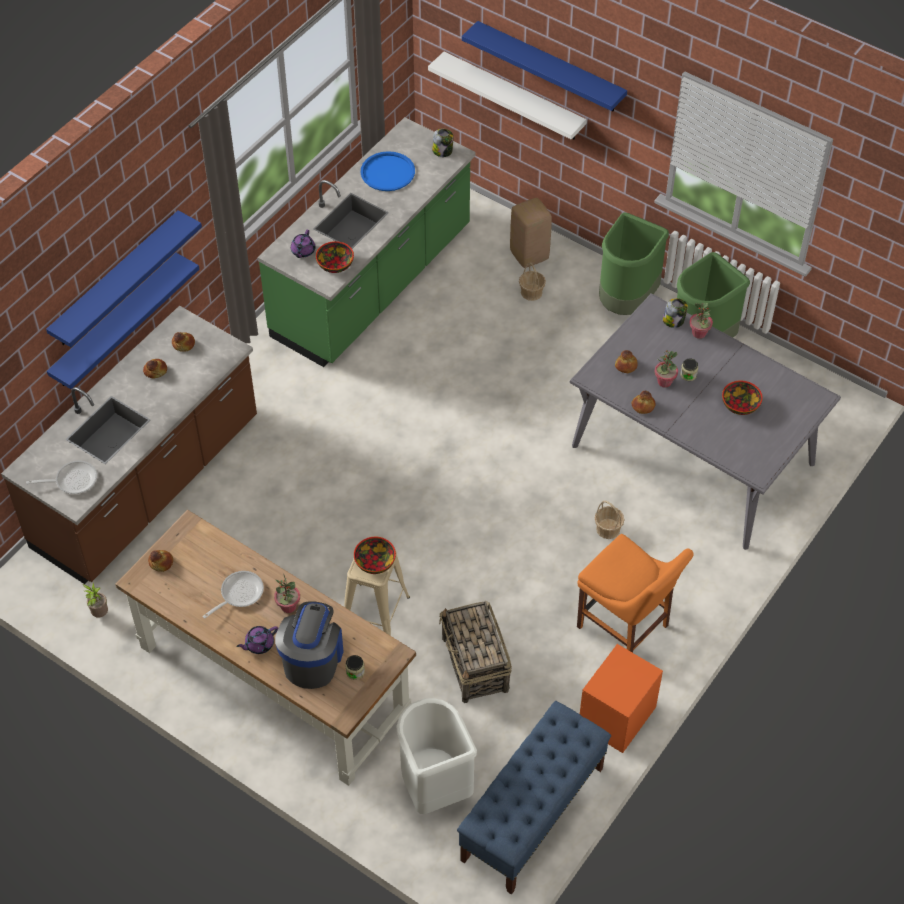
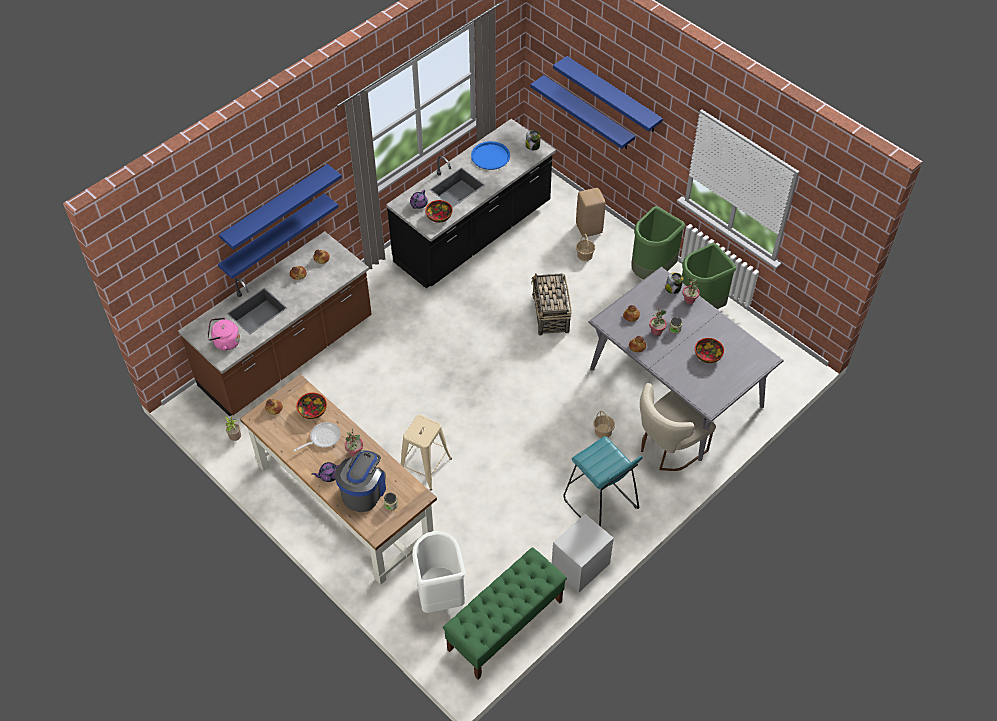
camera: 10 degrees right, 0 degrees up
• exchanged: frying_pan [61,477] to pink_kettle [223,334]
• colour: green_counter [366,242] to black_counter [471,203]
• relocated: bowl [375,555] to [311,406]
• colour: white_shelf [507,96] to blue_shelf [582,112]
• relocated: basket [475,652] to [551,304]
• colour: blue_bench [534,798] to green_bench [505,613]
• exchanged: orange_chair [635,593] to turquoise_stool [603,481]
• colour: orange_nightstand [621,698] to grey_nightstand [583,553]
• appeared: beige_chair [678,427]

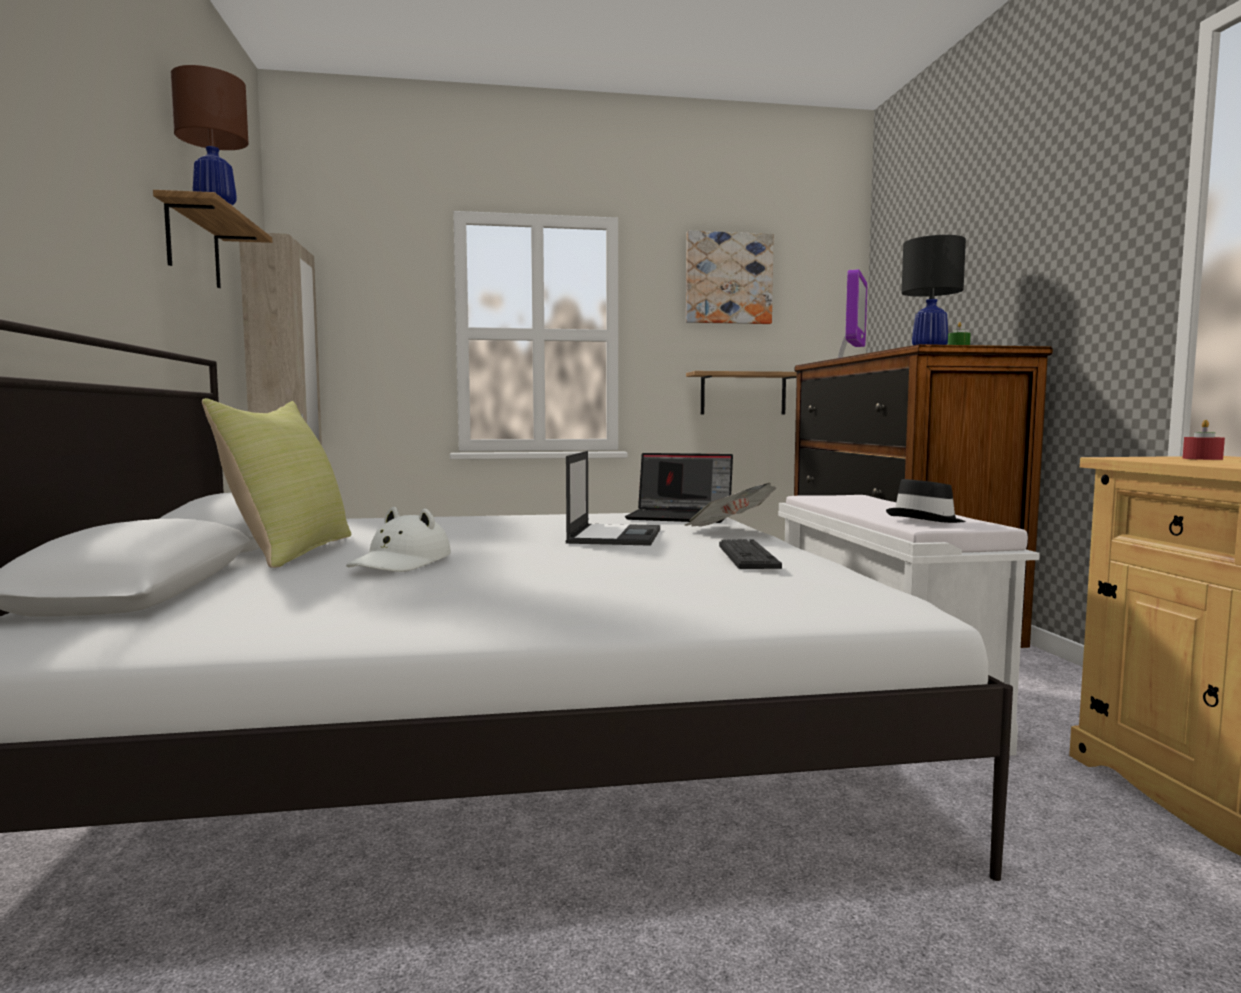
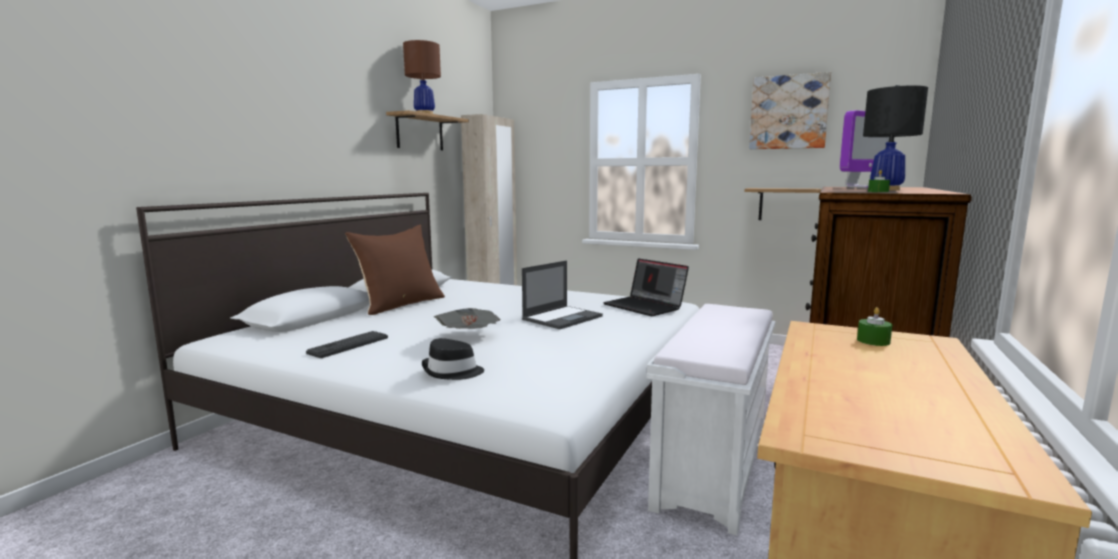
camera: 35 degrees right, 5 degrees up
• colour: yellow_pillow [276,483] to brown_pillow [395,270]
• missing: white_hat [398,539]
• relocated: newspaper [730,505] to [467,318]
• relocated: keyboard [750,554] to [347,344]
• relocated: black_hat [926,501] to [453,359]
• colour: red_candle [1204,440] to green_candle [874,326]

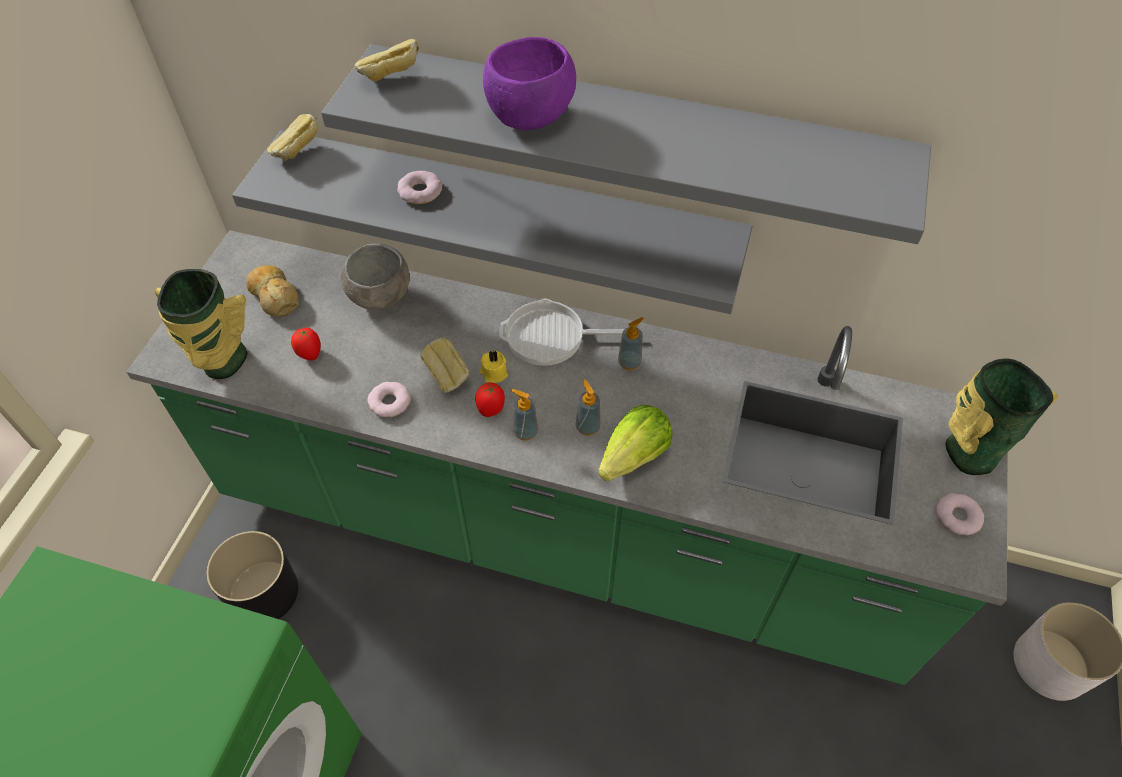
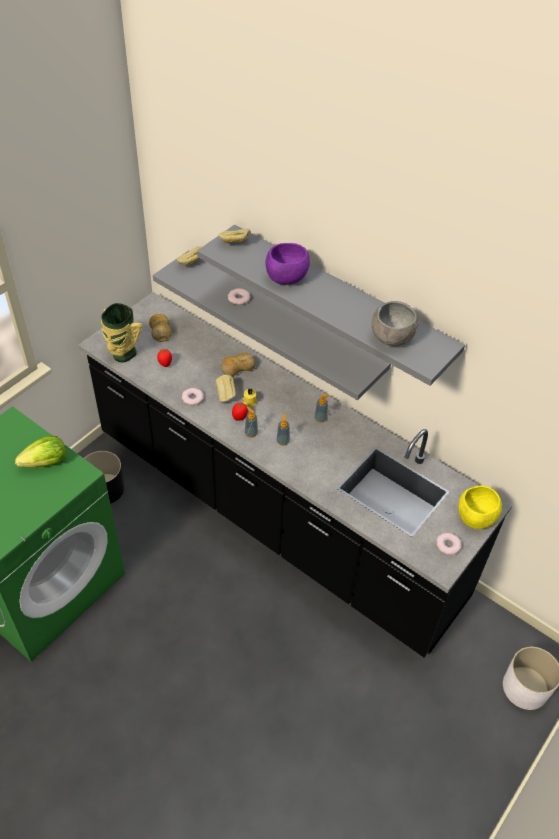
camera: 20 degrees right, 5 degrees down
• colour: green_counter [566,457] to black_counter [295,474]
• relocated: grey_bowl [375,276] to [394,323]
• missing: frying_pan [562,332]
• relocated: lettuce [635,443] to [40,451]
• exchanged: vase [1002,417] to yellow_bowl [480,507]
• appeared: bread [238,364]

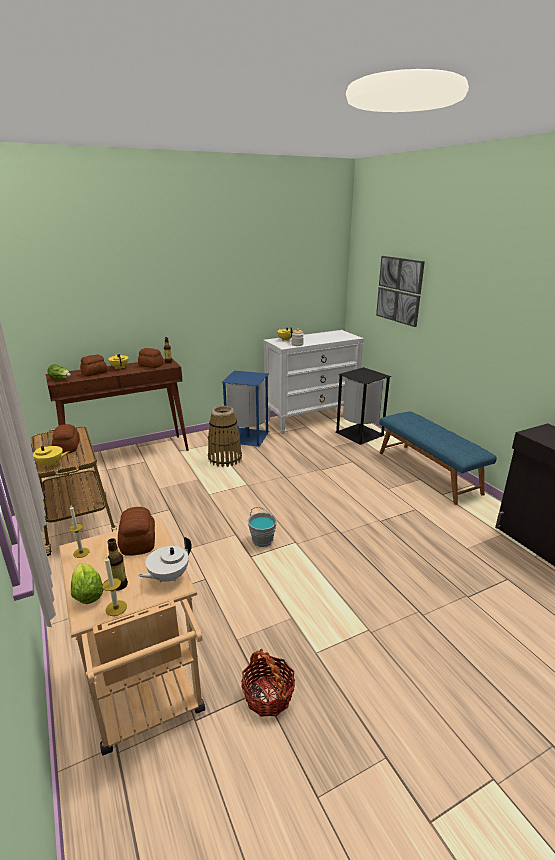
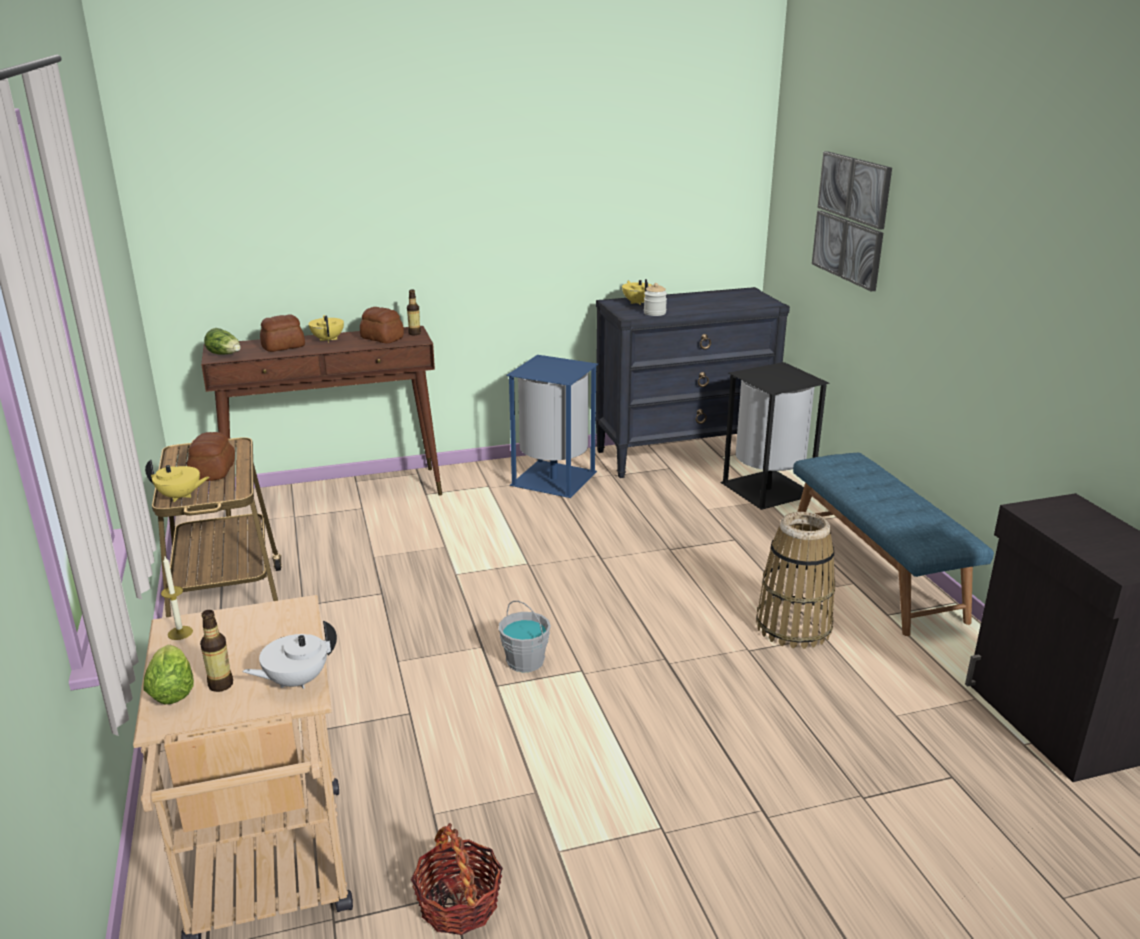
camera: 10 degrees right, 0 degrees up
• missing: candle [114,586]
• missing: bread [136,531]
• relocated: basket [225,436] to [795,580]
• colour: white_dresser [313,382] to black_dresser [693,382]

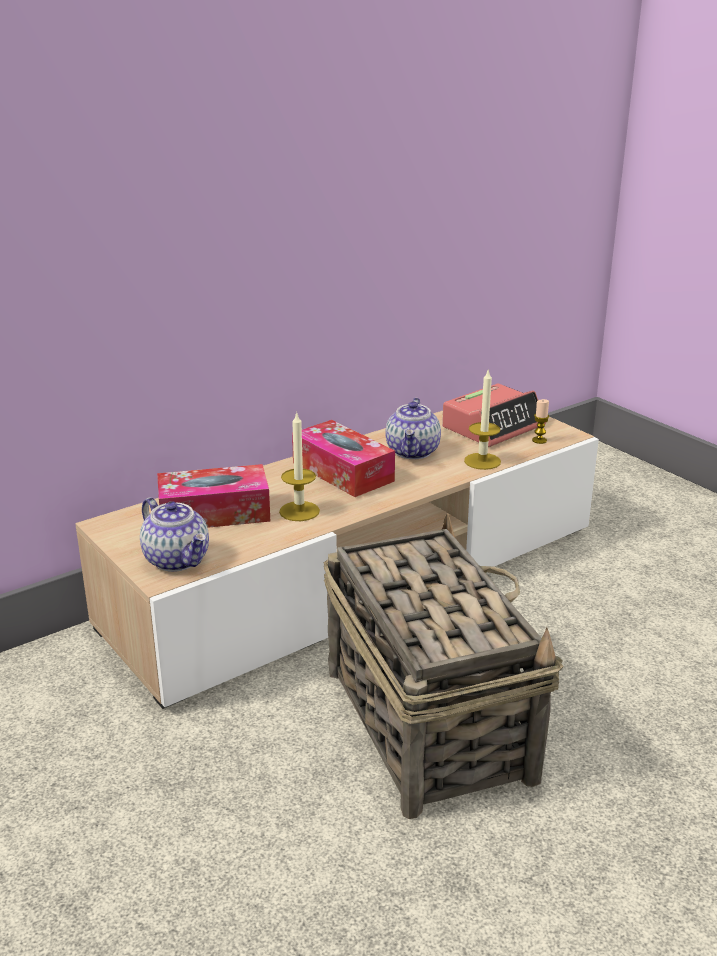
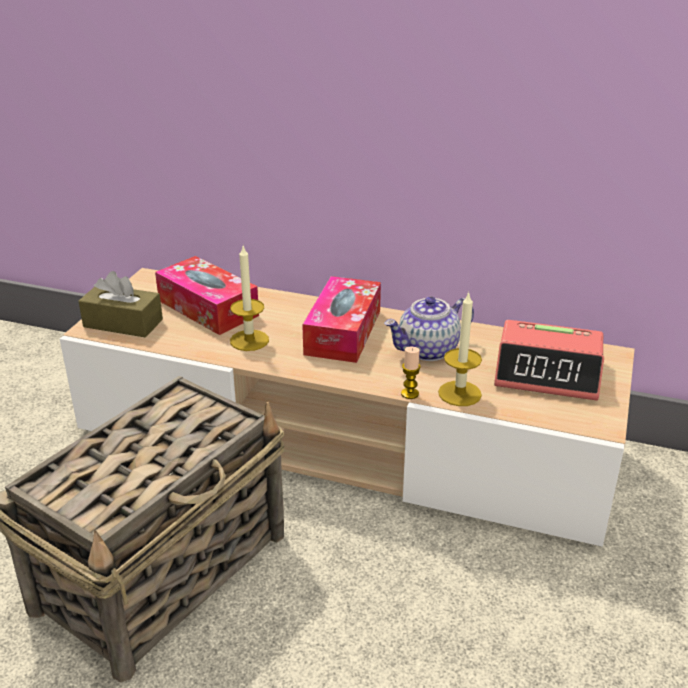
camera: 55 degrees right, 5 degrees up
• exchanged: teapot [174,534] to brown_tissue_box [120,304]
• relocated: candle [540,421] to [411,373]

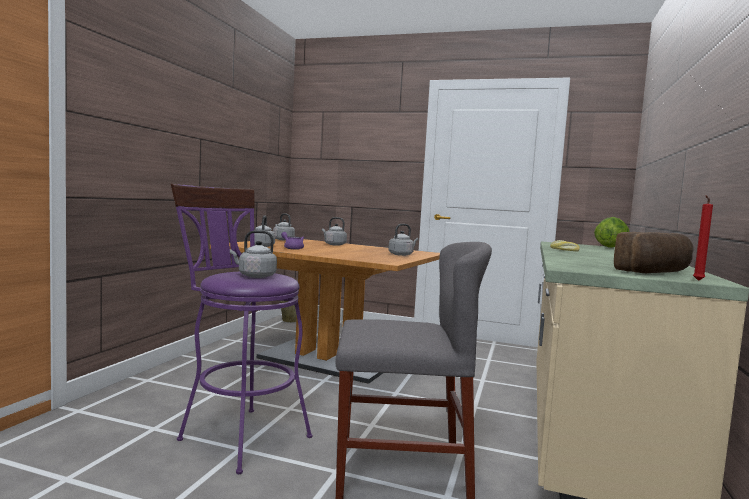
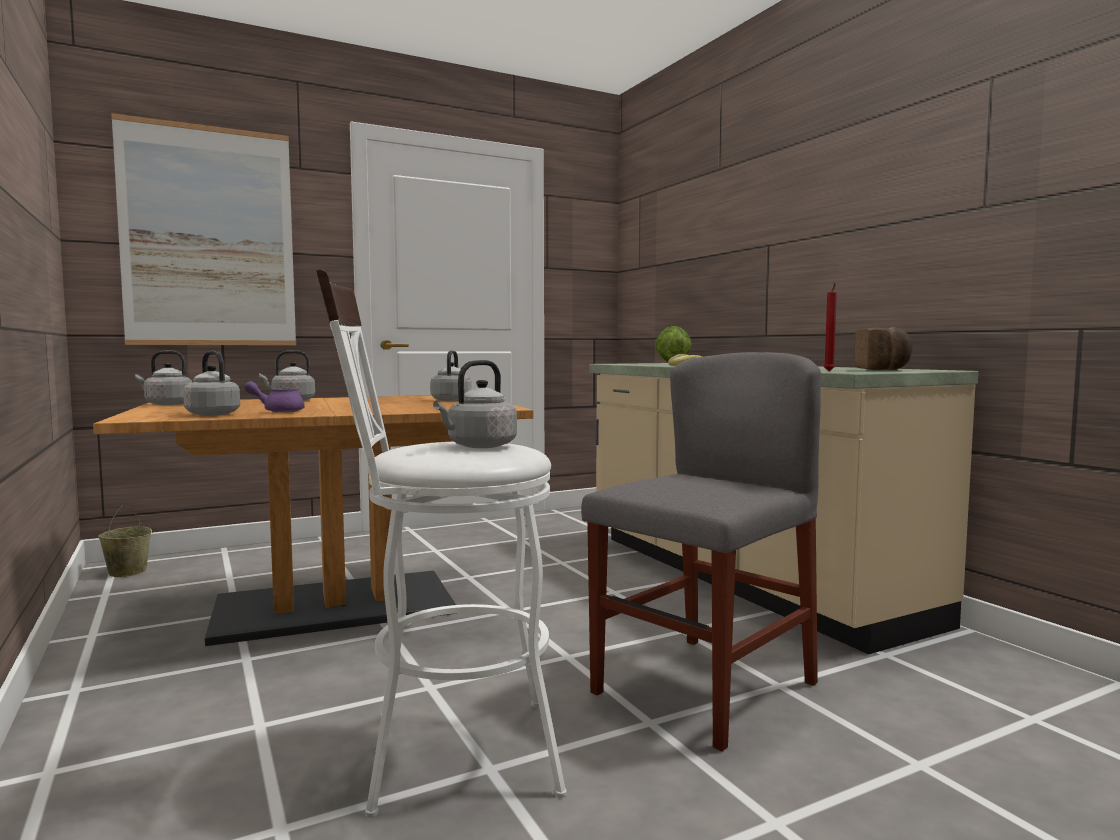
camera: 45 degrees left, 0 degrees up
• colour: purple_stool [241,329] to white_stool [441,543]
• relocated: red_candle [703,238] to [830,327]
• appeared: picture [203,229]

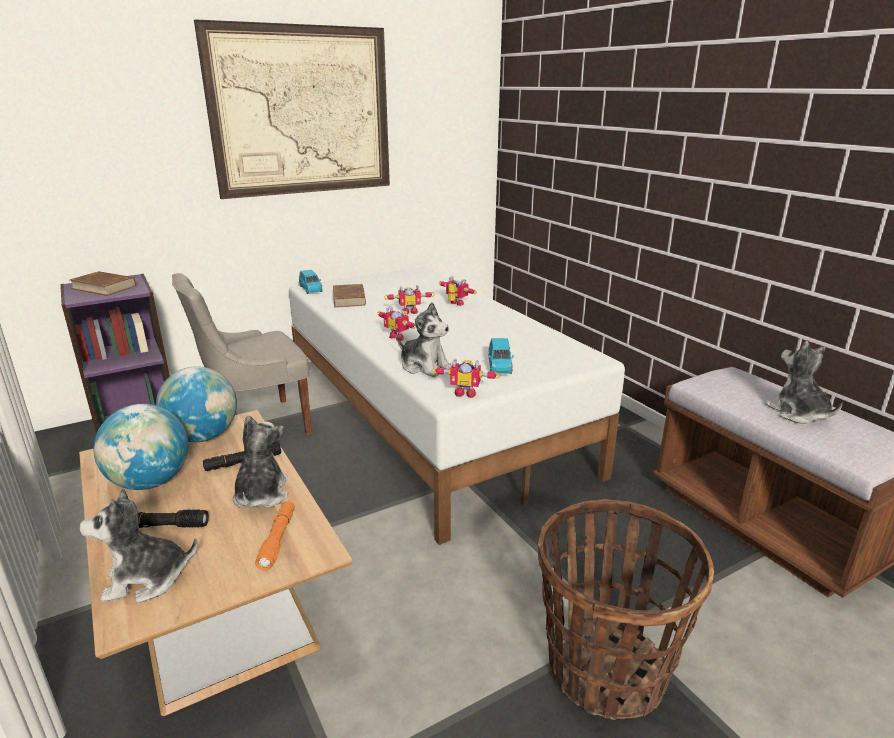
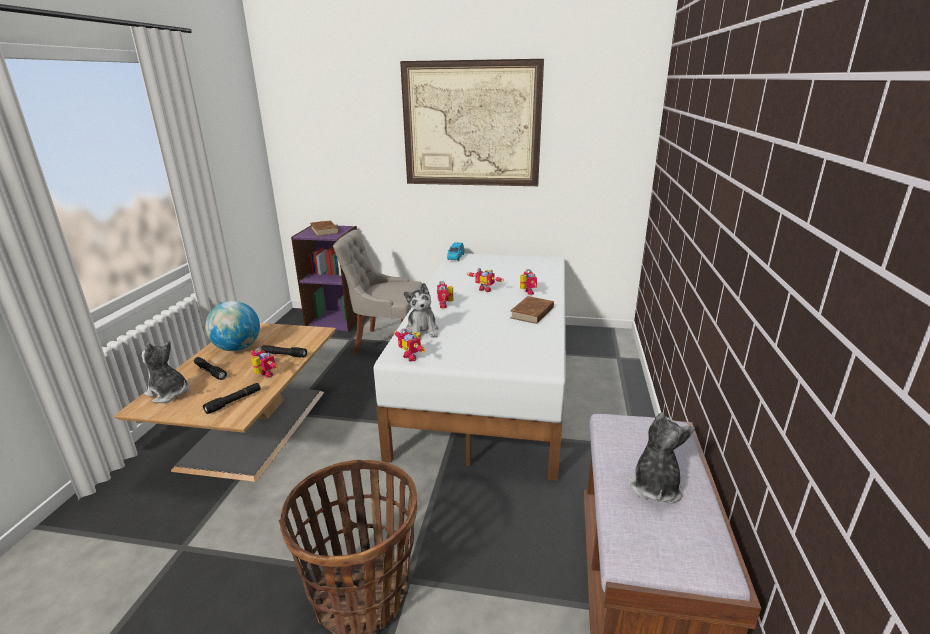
camera: 40 degrees right, 0 degrees up
• missing: globe [196,404]
• exchanged: plush_toy [261,461] to toy_robot [264,363]
• colour: orange_flashlight [275,536] to black_flashlight [232,398]
• relocated: brown_book [349,295] to [532,310]
• missing: blue_toy_car [501,356]

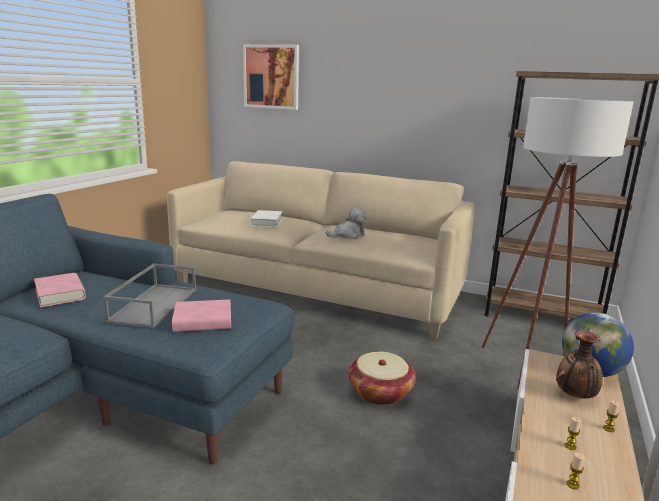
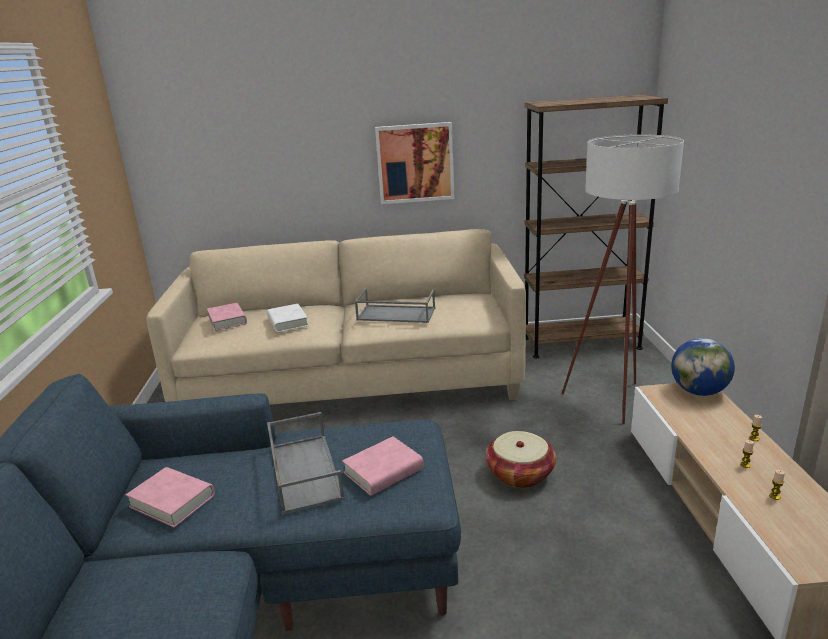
camera: 25 degrees left, 5 degrees up
• relocated: picture [271,77] to [414,163]
• exchanged: plush_toy [346,223] to grey_tray [394,305]
• missing: vase [579,365]
• appeared: pink_book [227,317]

